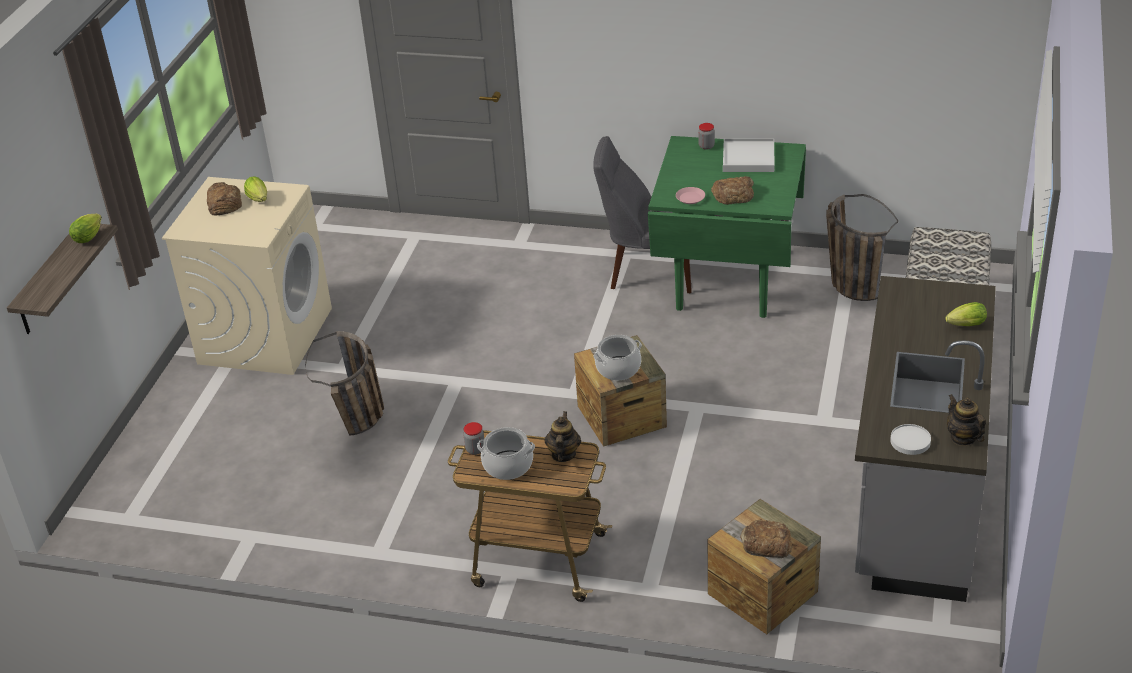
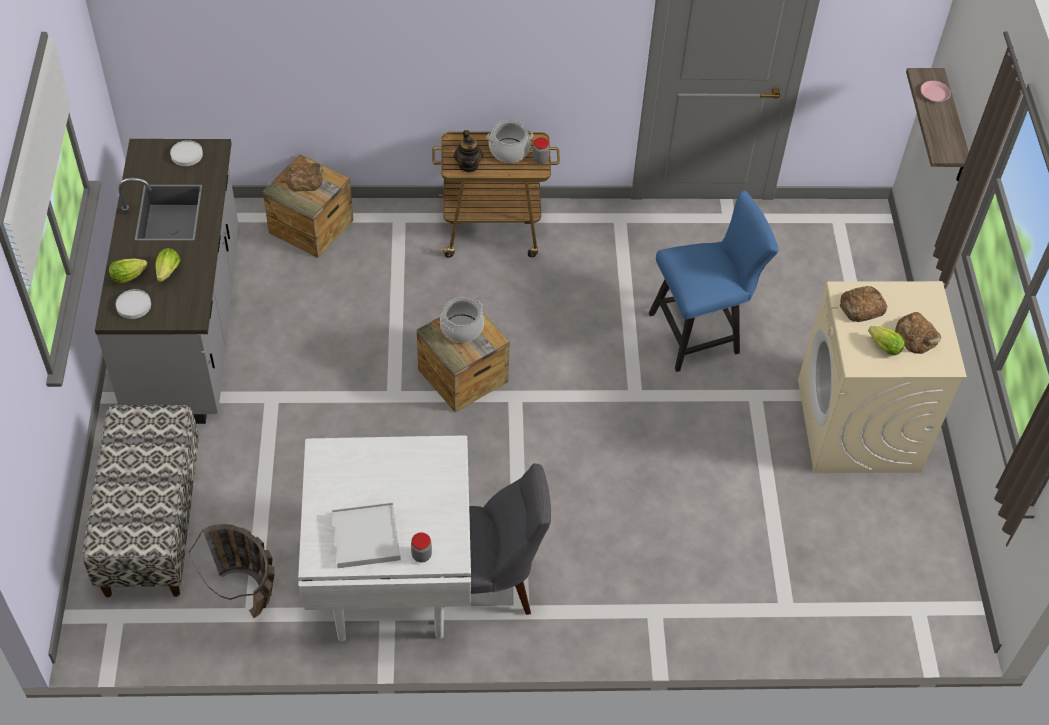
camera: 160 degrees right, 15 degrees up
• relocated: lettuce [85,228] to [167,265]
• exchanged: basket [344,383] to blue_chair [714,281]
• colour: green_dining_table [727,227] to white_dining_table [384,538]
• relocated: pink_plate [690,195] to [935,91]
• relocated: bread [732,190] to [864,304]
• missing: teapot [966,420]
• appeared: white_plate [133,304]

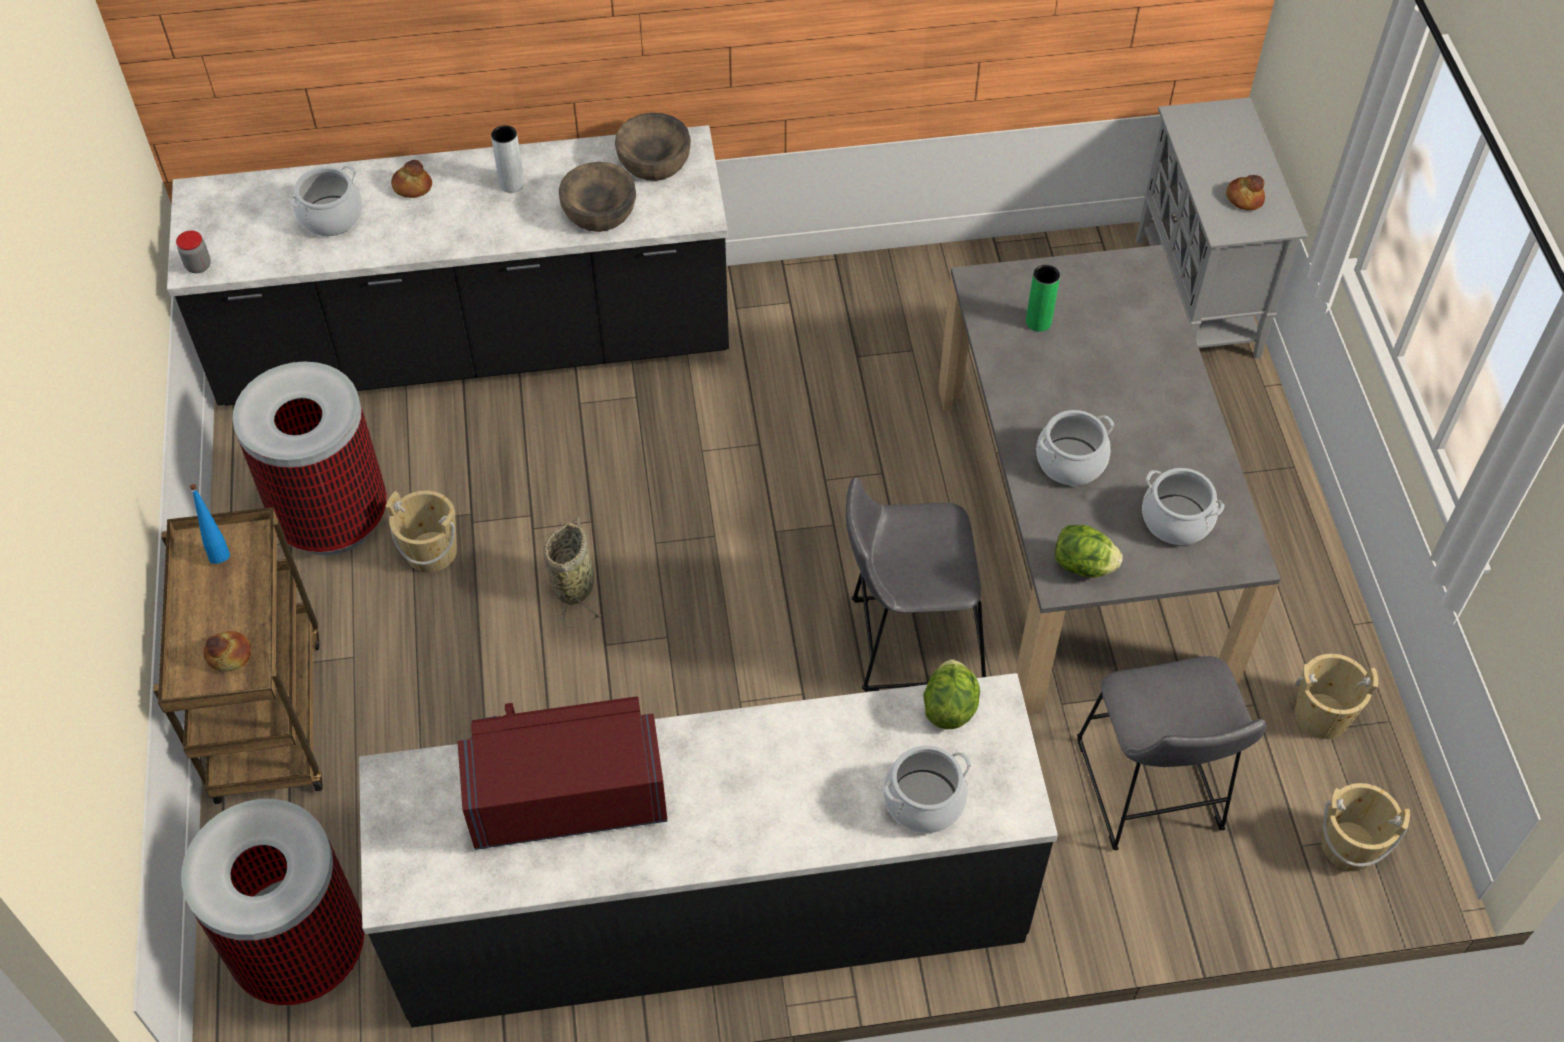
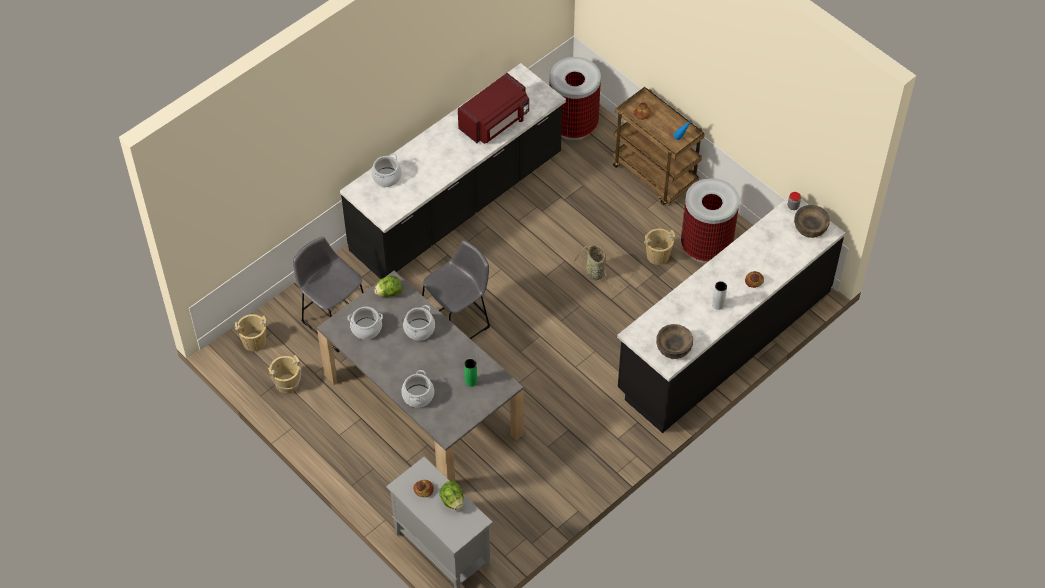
camera: 145 degrees right, 0 degrees up
• relocated: cooking_pot [326,200] to [417,389]
• relocated: brown_bowl [597,197] to [812,221]
• relocated: lettuce [951,694] to [452,495]

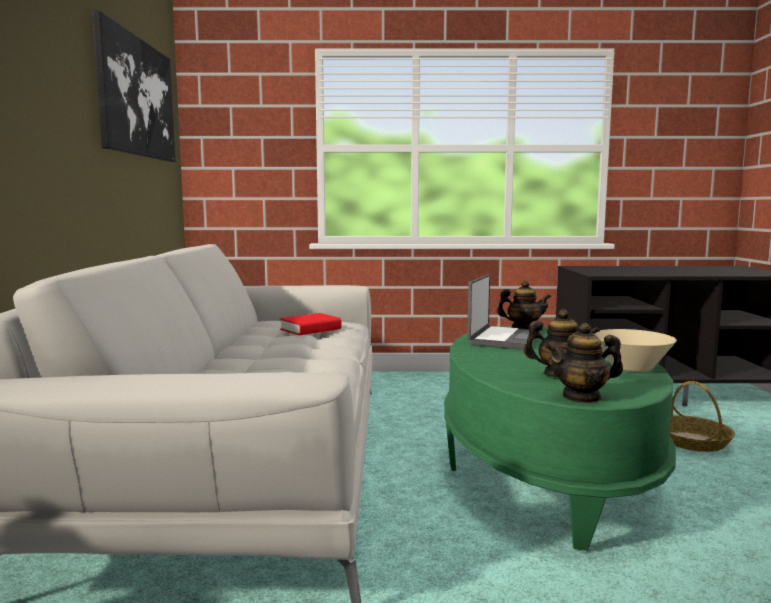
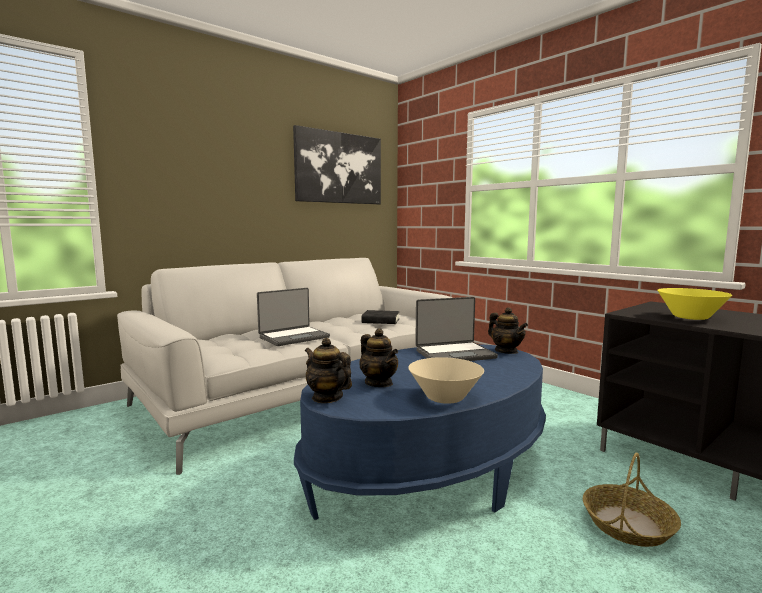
camera: 50 degrees right, 0 degrees up
• colour: red_book [310,324] to black_book [381,317]
• colour: green_coffee_table [560,438] to blue_coffee_table [420,432]
• appeared: laptop [293,317]
• appeared: yellow_bowl [694,304]

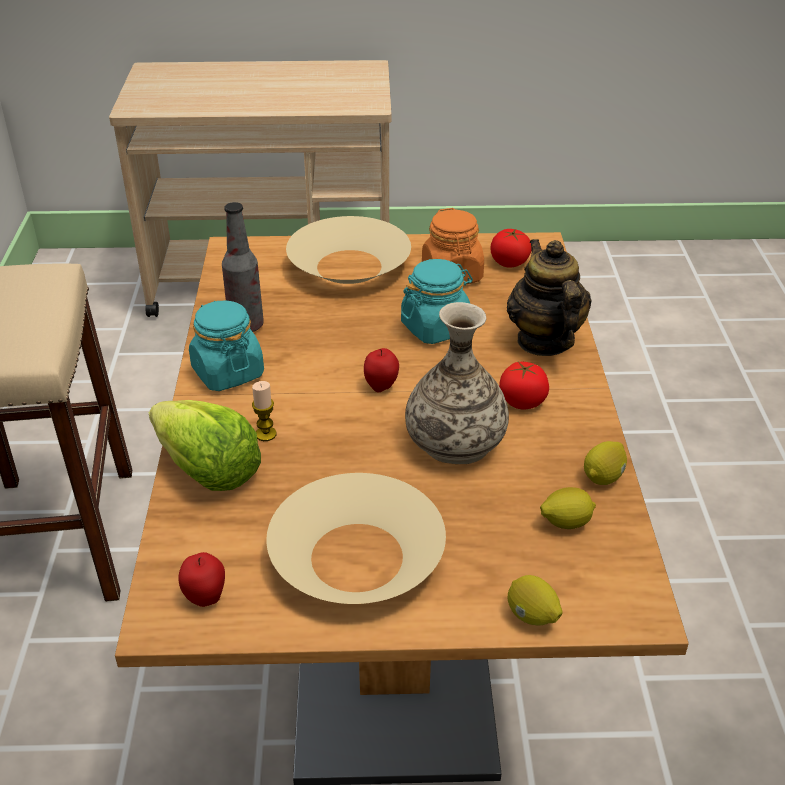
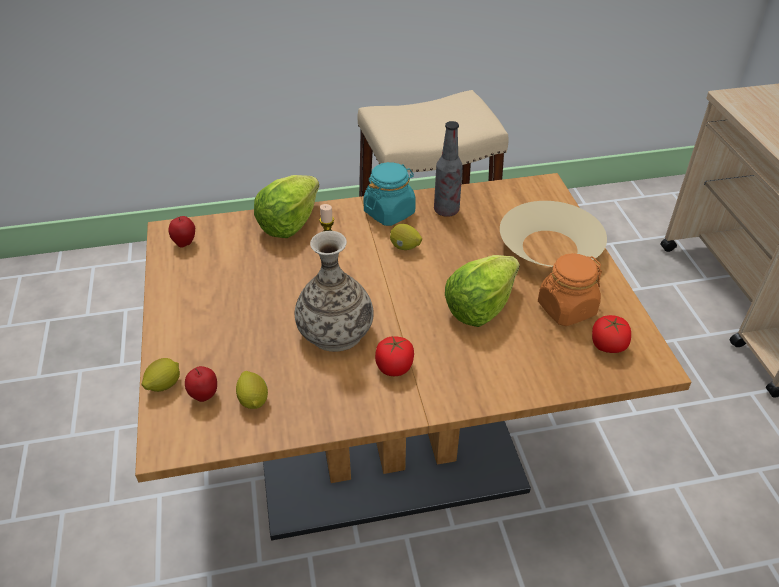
camera: 80 degrees right, 5 degrees up
• missing: beige_bowl [356,538]
• relocated: apple [381,370] to [201,384]
• exchanged: turquoise_jar [437,301] to lettuce [482,291]
• missing: teapot [549,297]
• relocated: lemon [605,463] to [406,237]

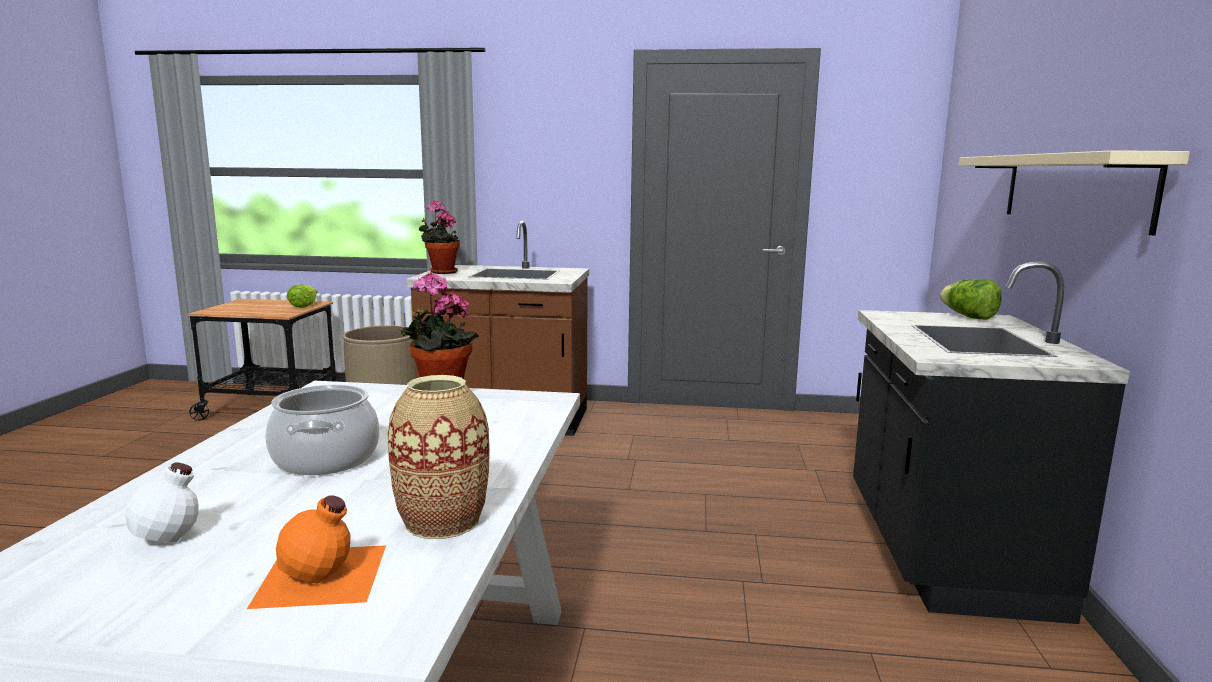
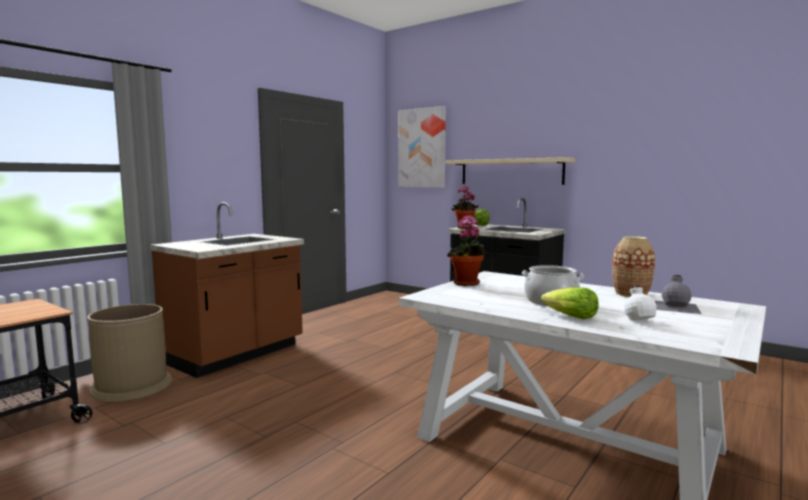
camera: 60 degrees left, 5 degrees down
• colour: orange_bottle [316,552] to grey_bottle [678,294]
• relocated: lettuce [302,296] to [570,303]
• relocated: potted_plant [439,237] to [465,207]
• appeared: picture [422,147]

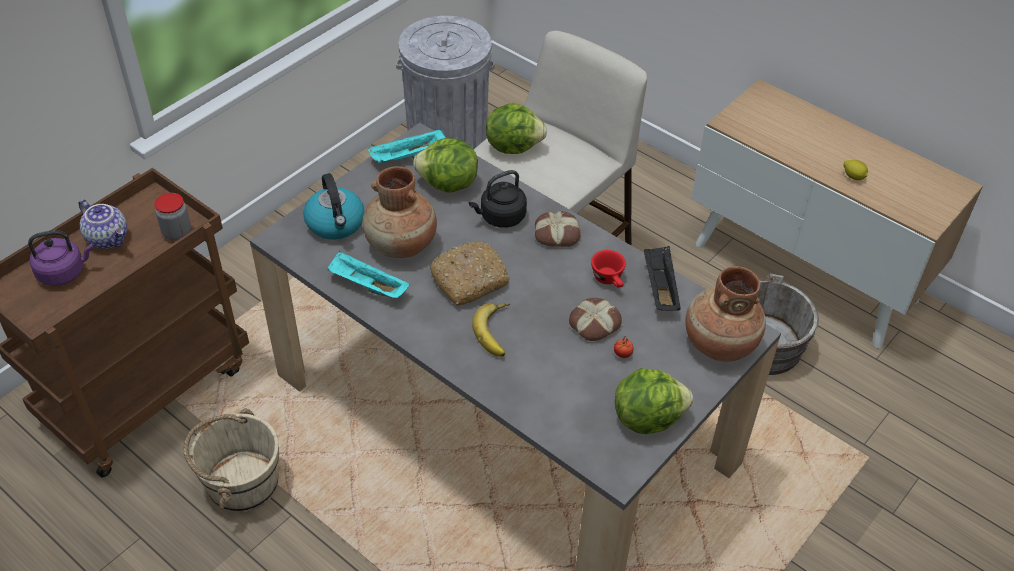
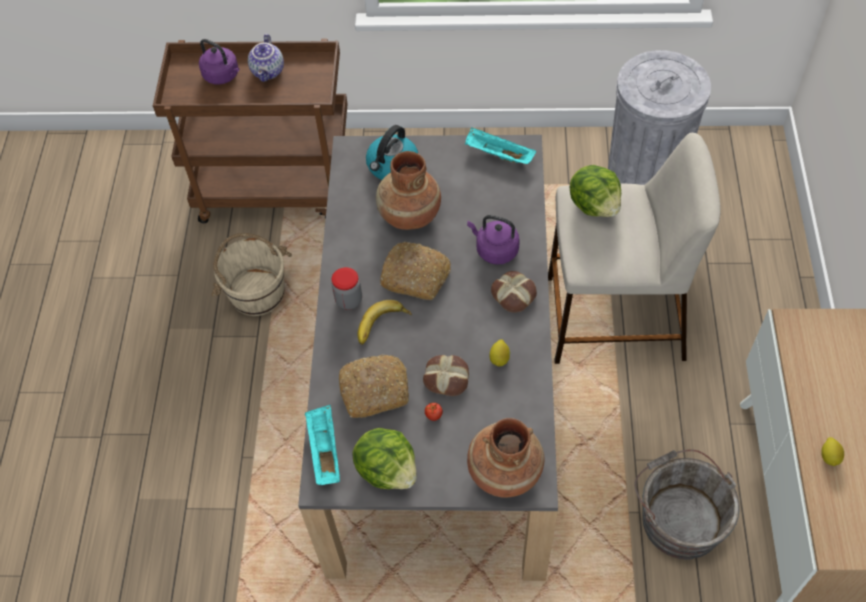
camera: 55 degrees right, 10 degrees up
• relocated: jar [172,217] to [347,288]
• relocated: turquoise_tray [368,274] to [322,445]
• missing: lettuce [445,165]
• colour: black_kettle [498,199] to purple_kettle [493,240]
• exchanged: red_cup [608,269] to lemon [500,352]
• missing: black_tray [662,278]
• appeared: bread [374,386]

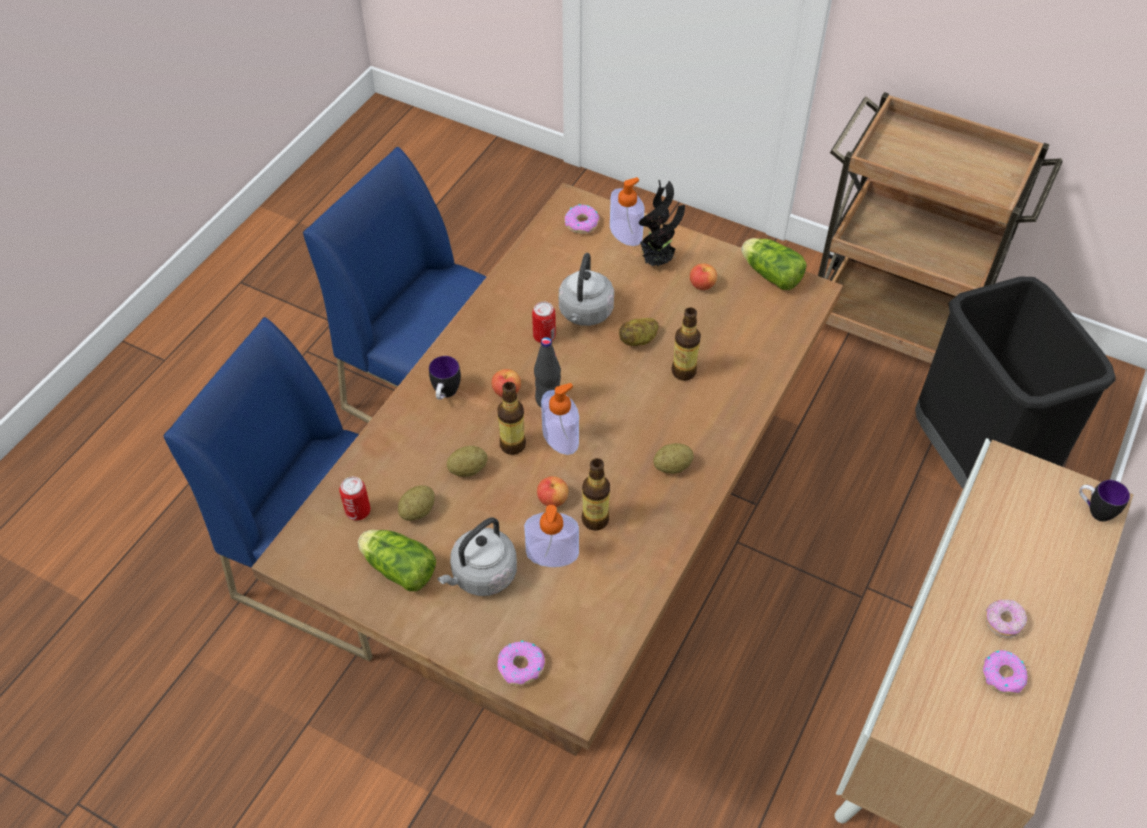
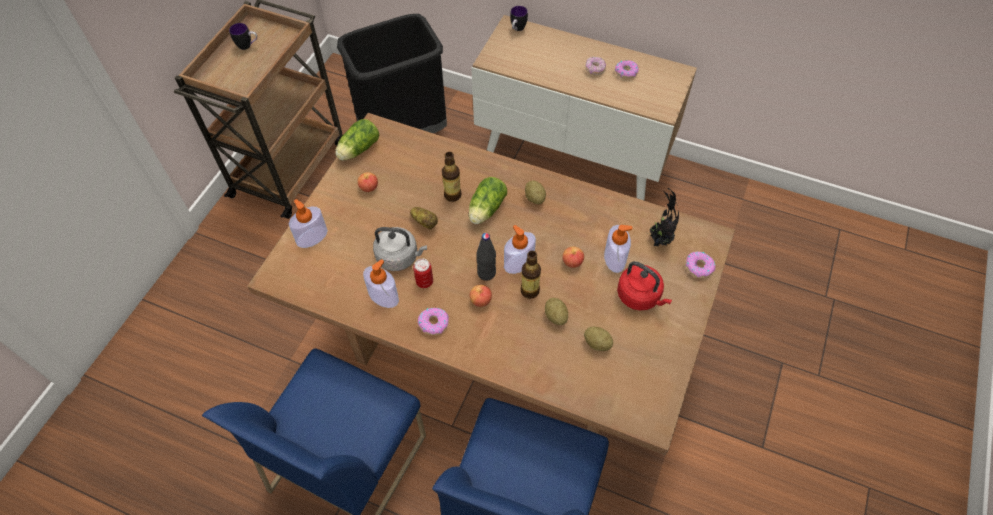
camera: 95 degrees left, 5 degrees up
• missing: can [354,499]
• relocated: lettuce [397,560] to [488,200]
• relocated: mug [445,378] to [243,36]
• colour: grey_kettle [477,556] to red_kettle [644,286]
• relocated: donut [582,219] to [433,321]
• missing: bottle [596,494]
• relocated: potted_plant [662,223] to [663,217]
• appeared: soap_dispenser [381,283]

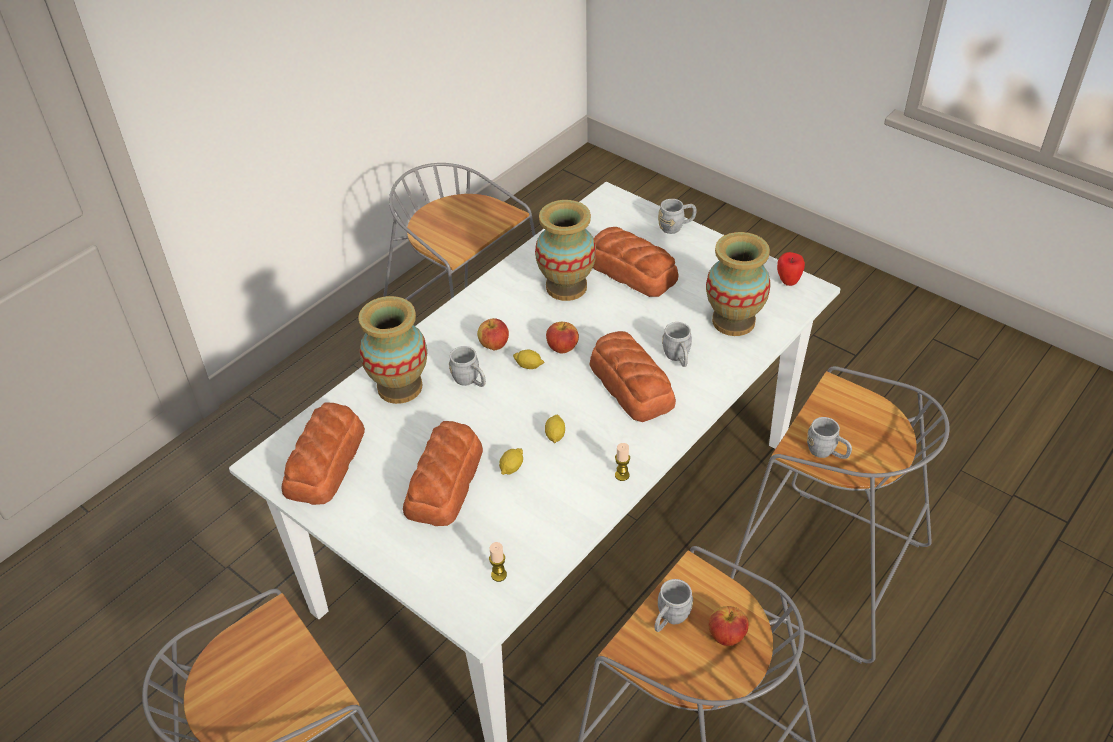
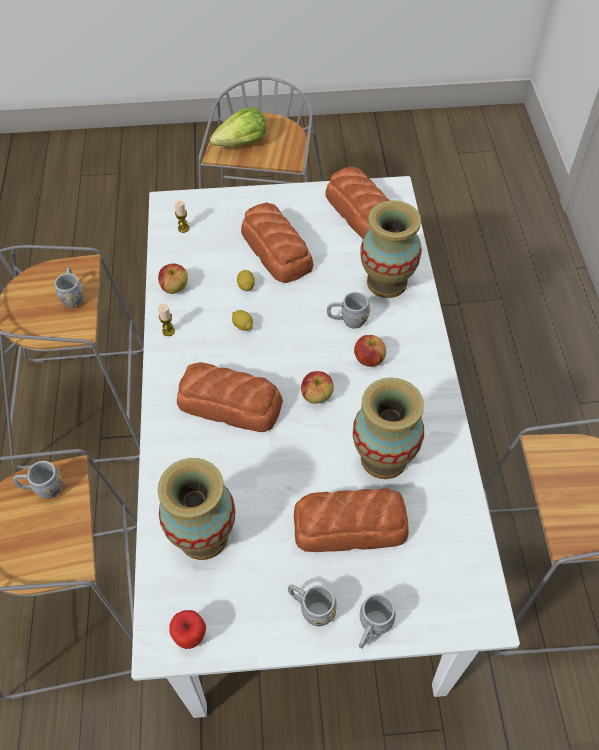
camera: 135 degrees right, 10 degrees up
• missing: lemon [528,359]
• relocated: grey_mug [677,344] to [312,605]
• relocated: apple [729,626] to [173,279]
• appeared: lettuce [238,127]

